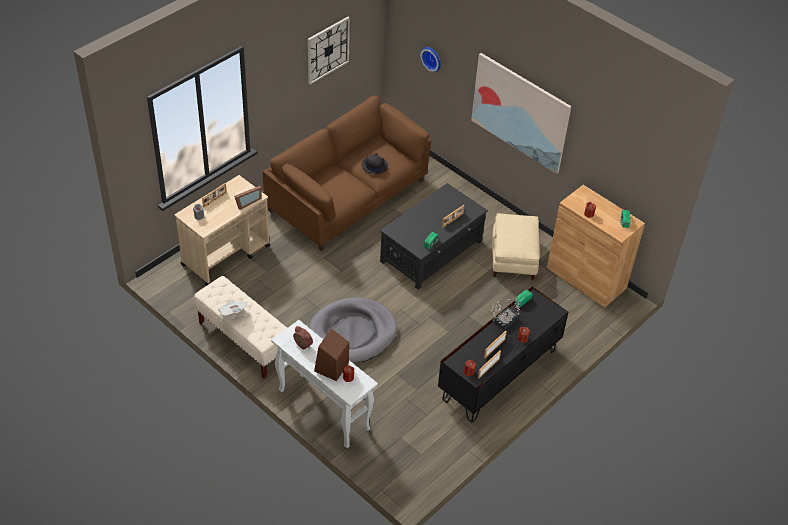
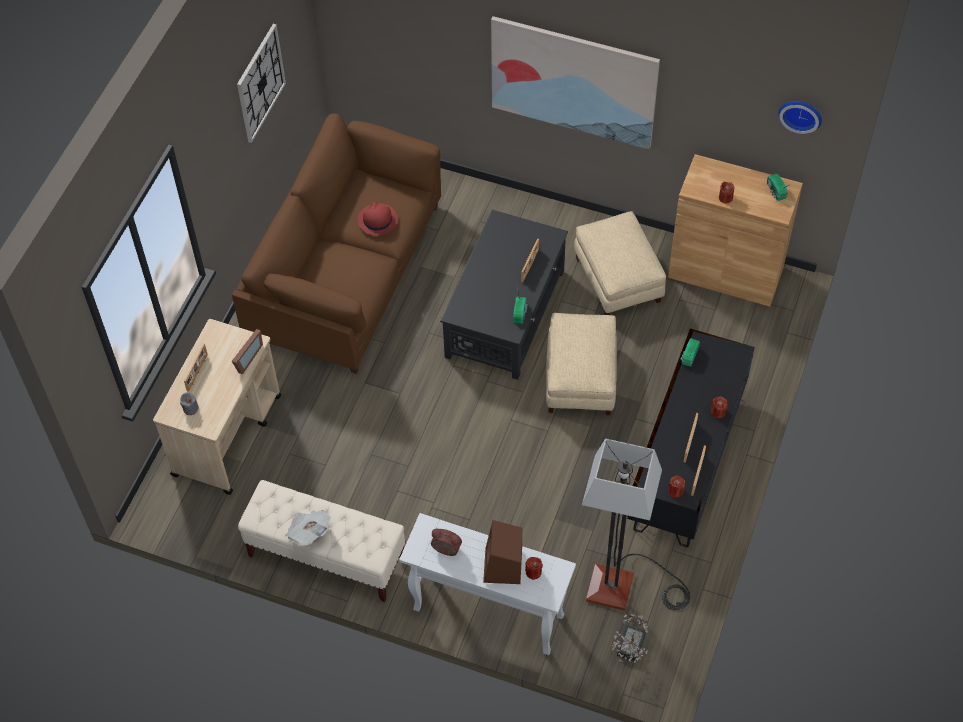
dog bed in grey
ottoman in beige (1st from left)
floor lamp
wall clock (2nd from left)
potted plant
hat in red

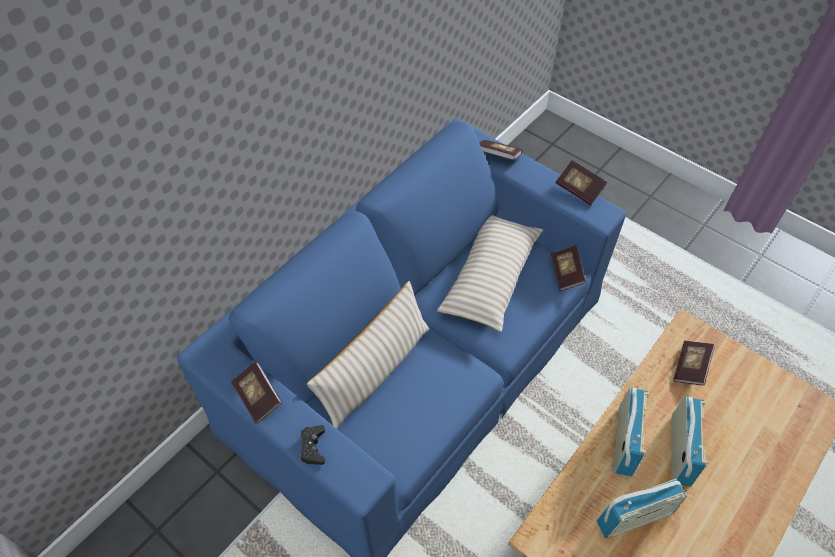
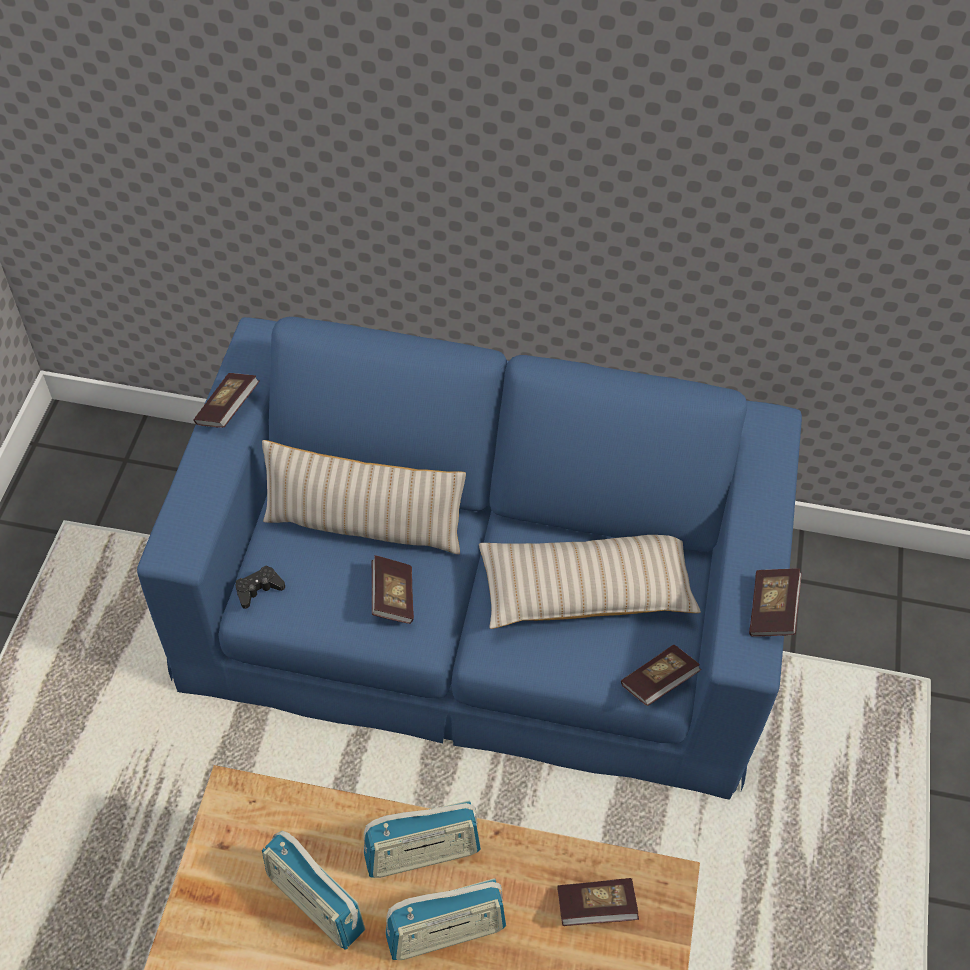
game controller in black
book (2nd from left)

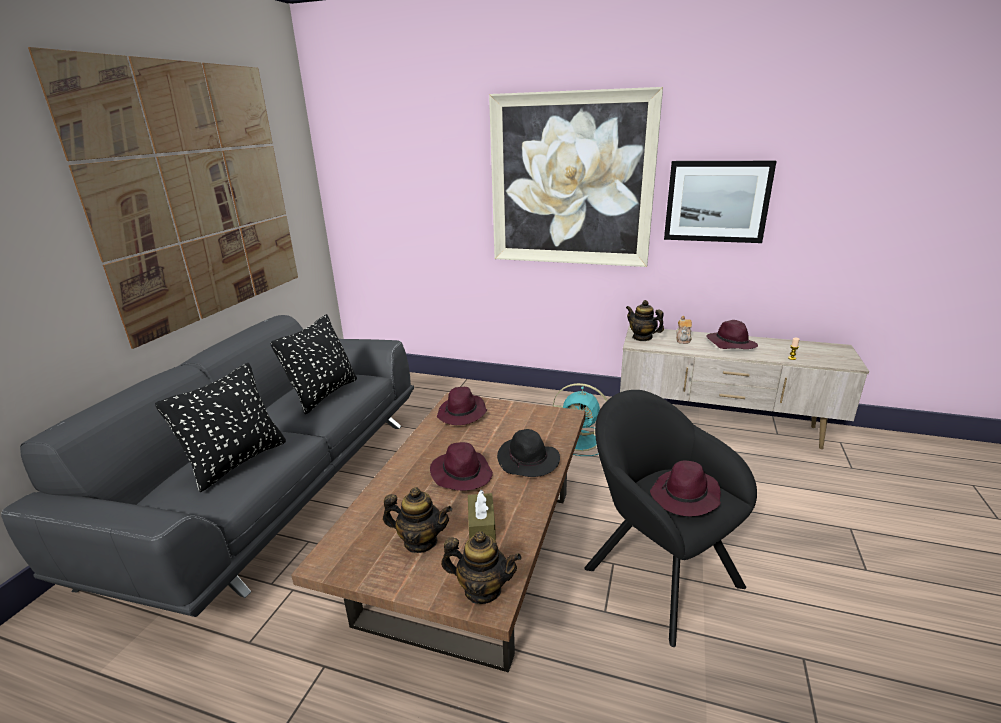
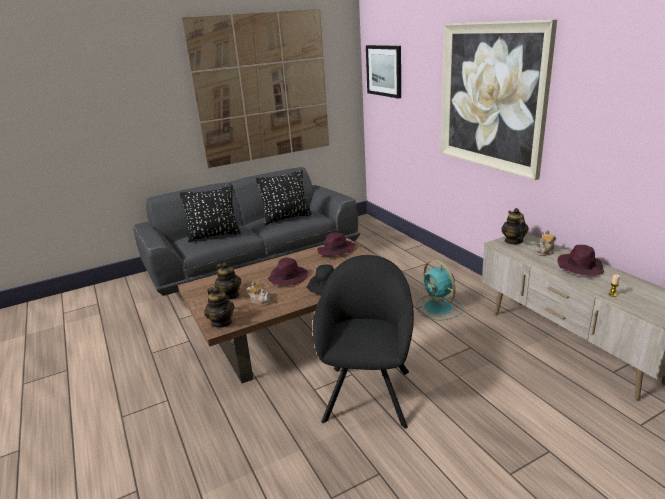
hat in purple (3rd from left in the first image)
picture (2nd from left)
teapot (3rd from left)

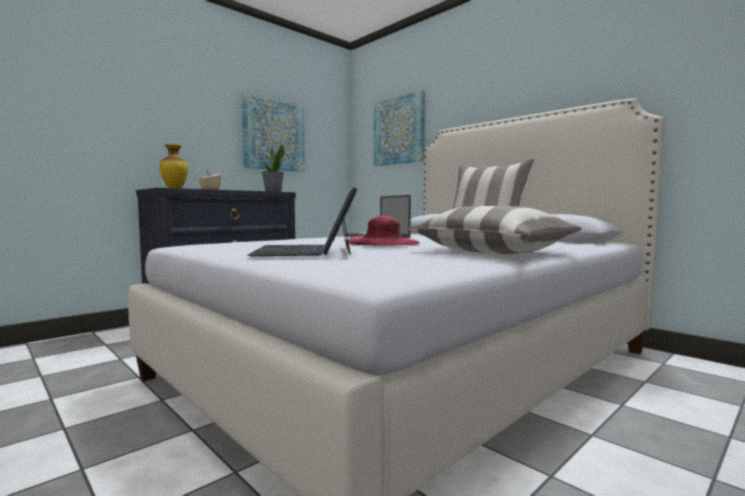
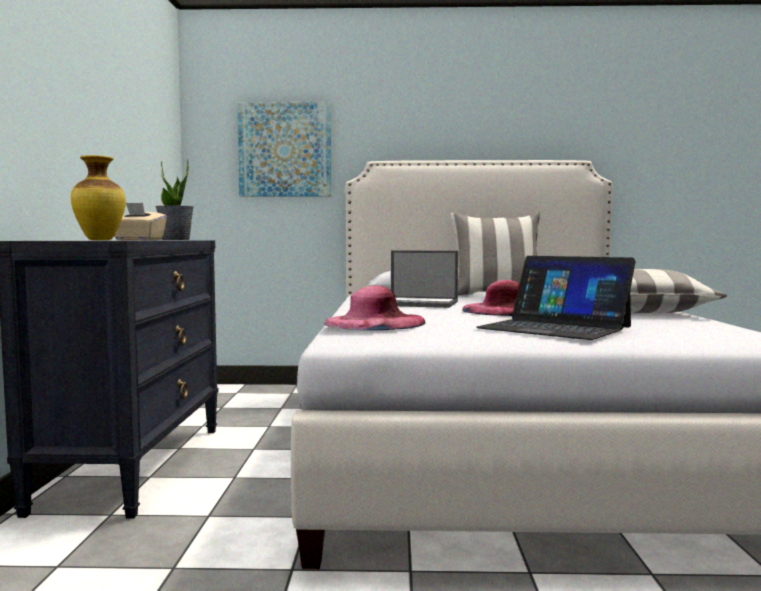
picture (1st from left in the first image)
hat in pink (1st from left)

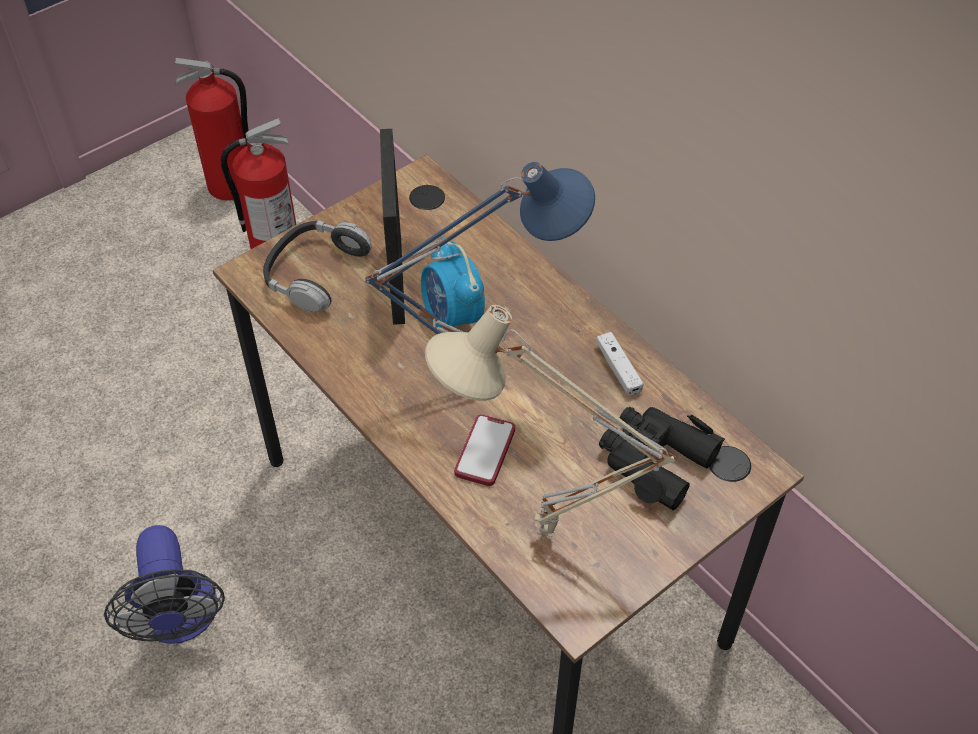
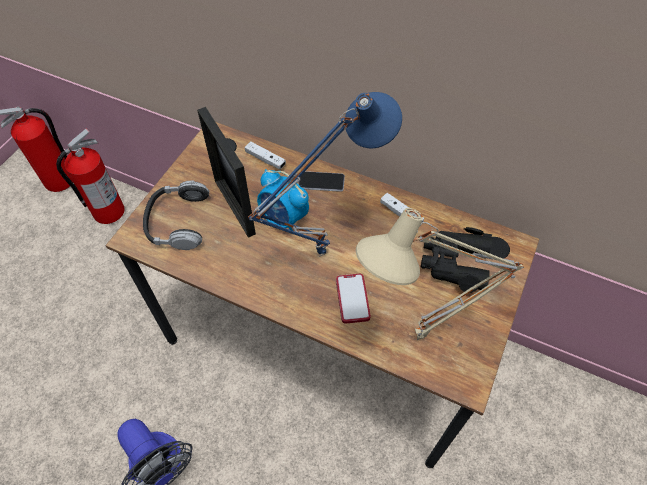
game controller in white (1st from left)
phone (1st from left)

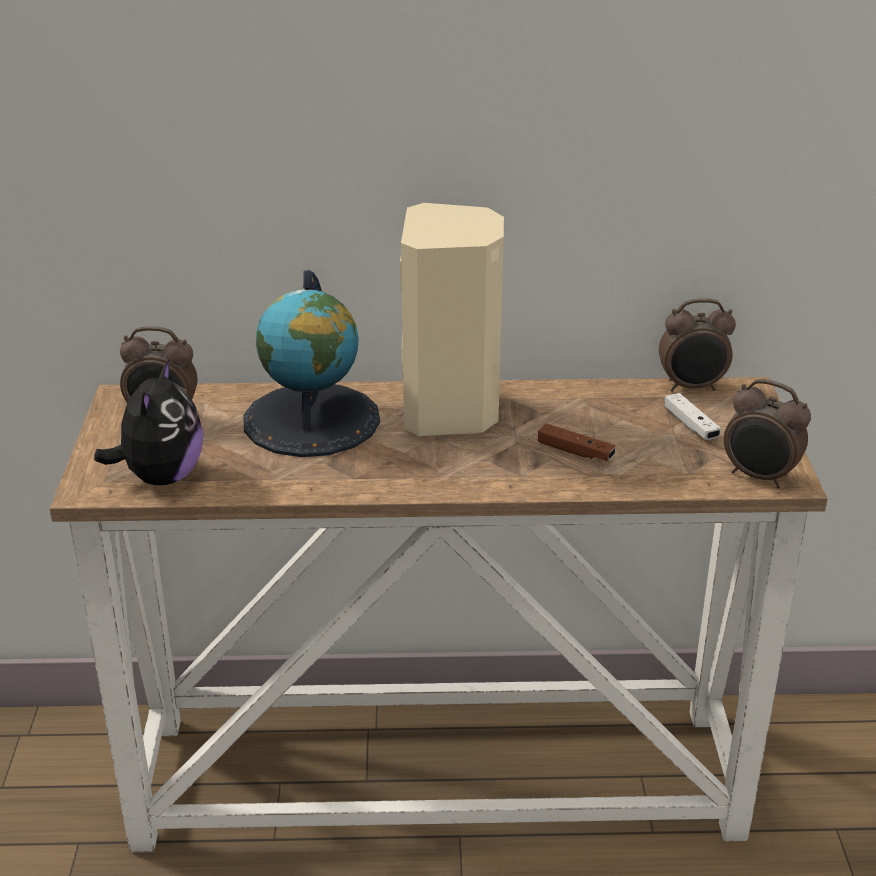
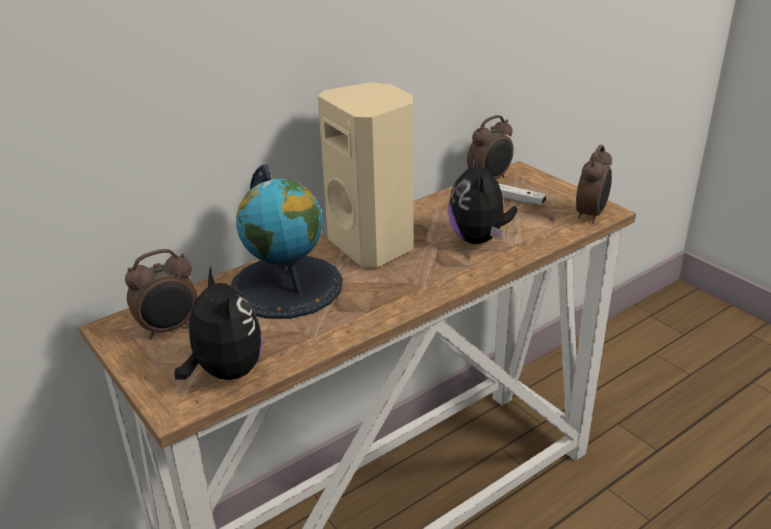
plush toy (2nd from left)
alarm clock (3rd from left)

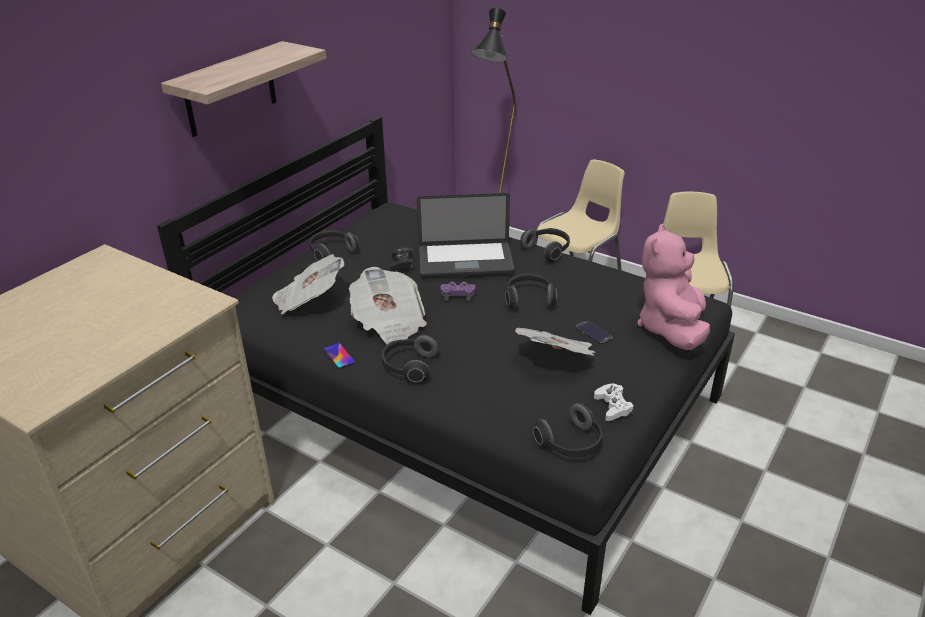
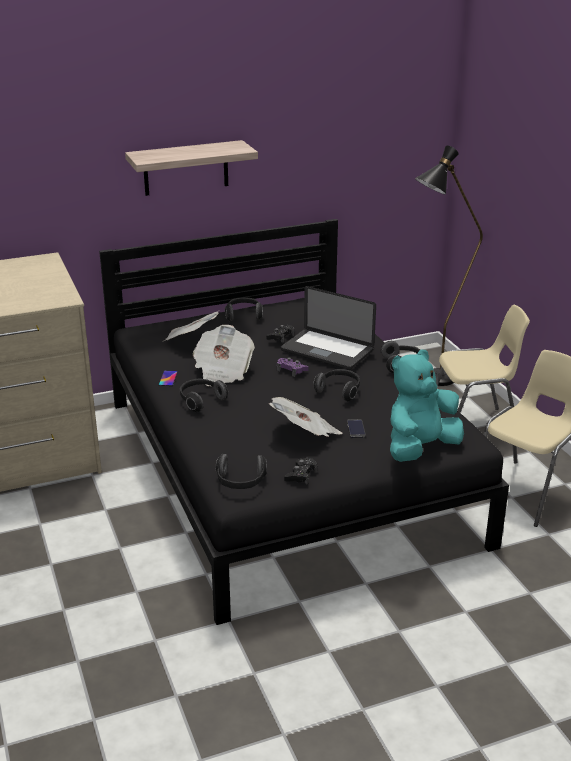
game controller in black (2nd from left)
plush toy in turquoise

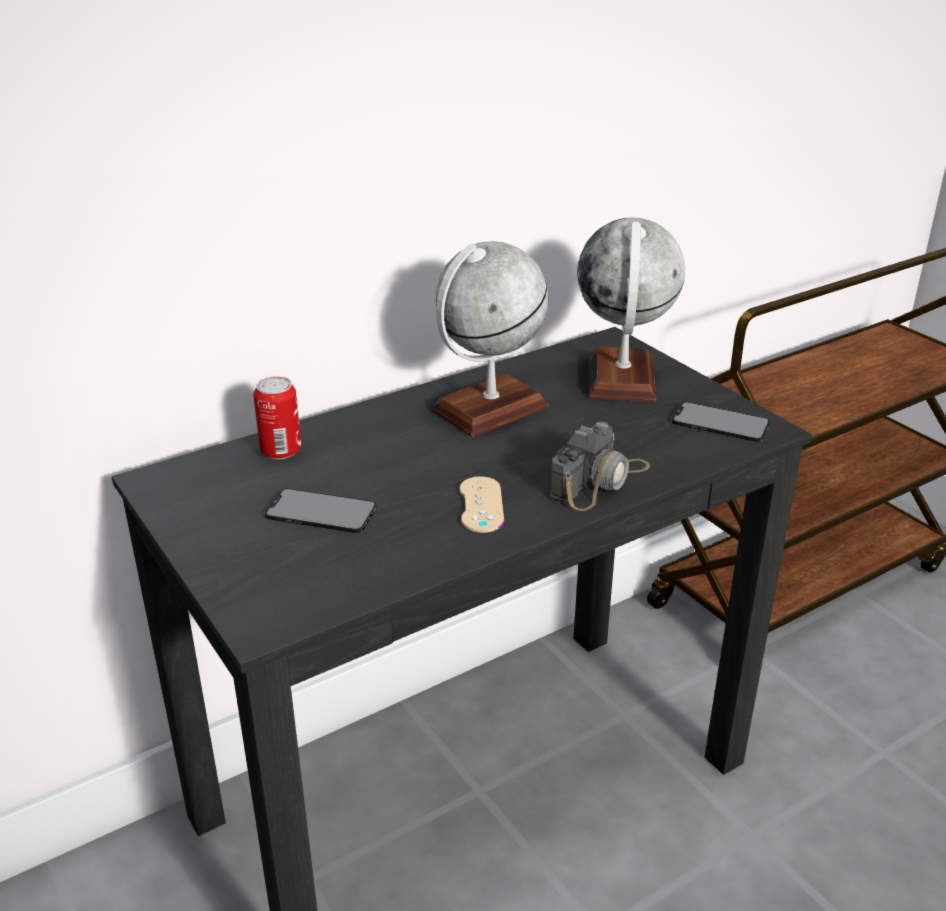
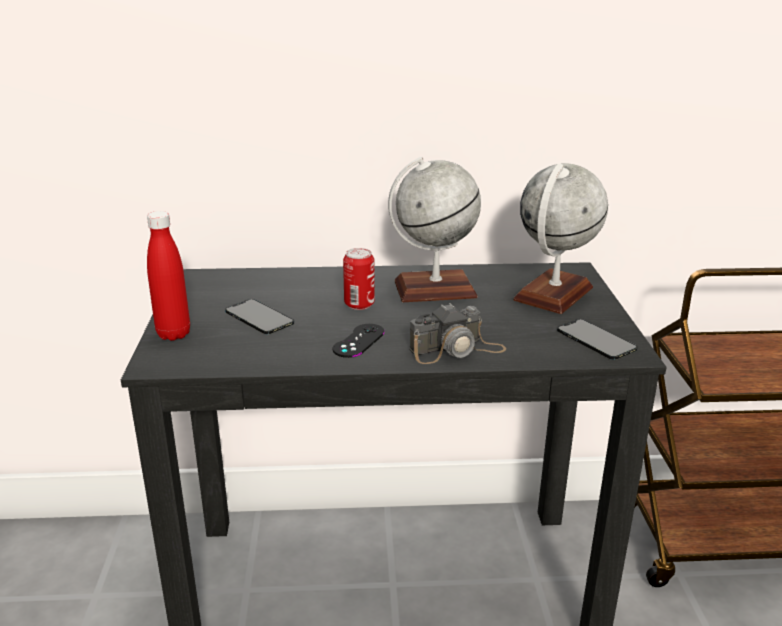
bottle in red
can
game controller in black

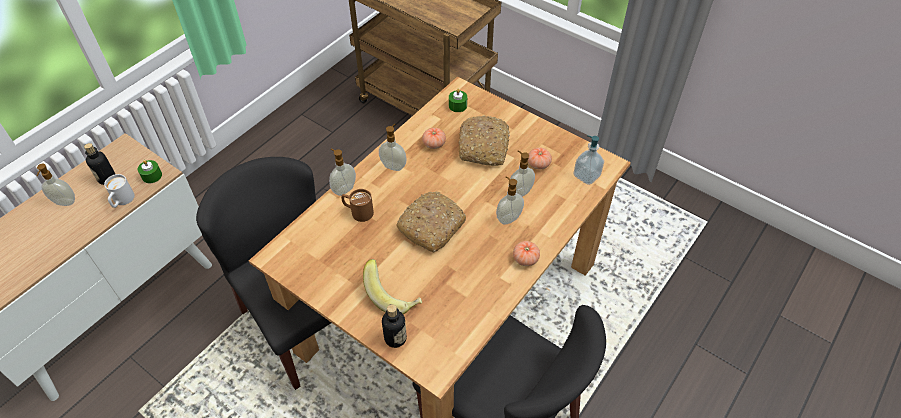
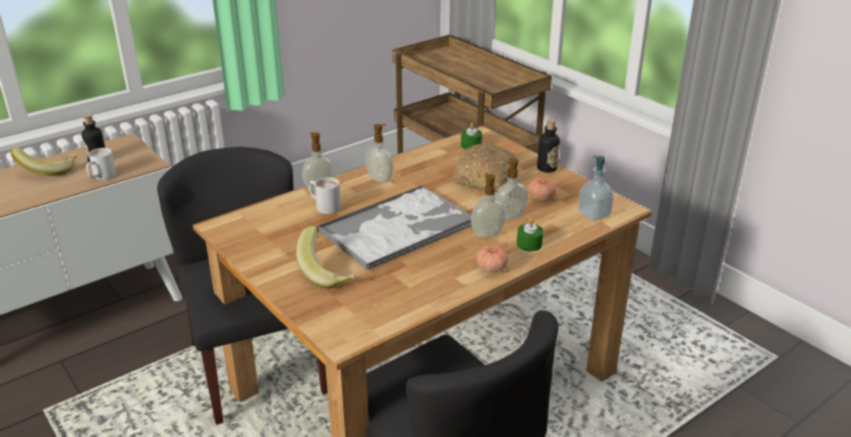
tomato (1st from left in the first image)
candle in green (2nd from left)
bottle (2nd from left)
banana (1st from left)
tray
mug in white (2nd from left)

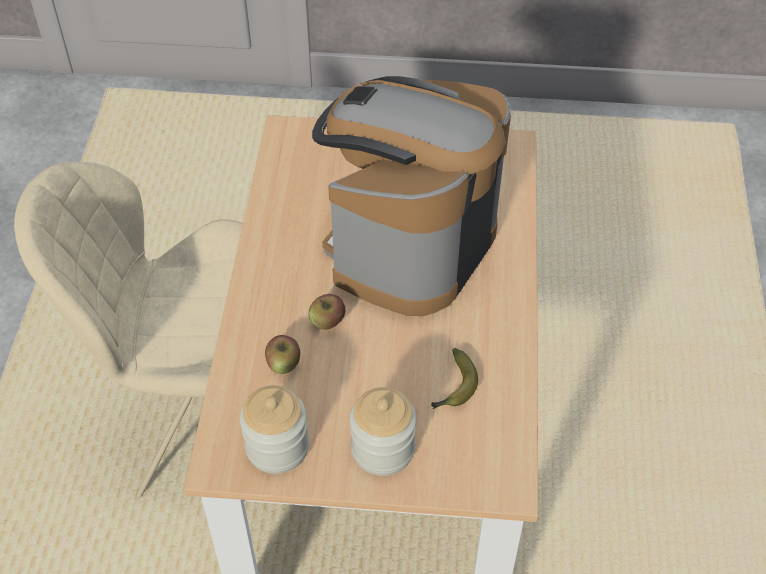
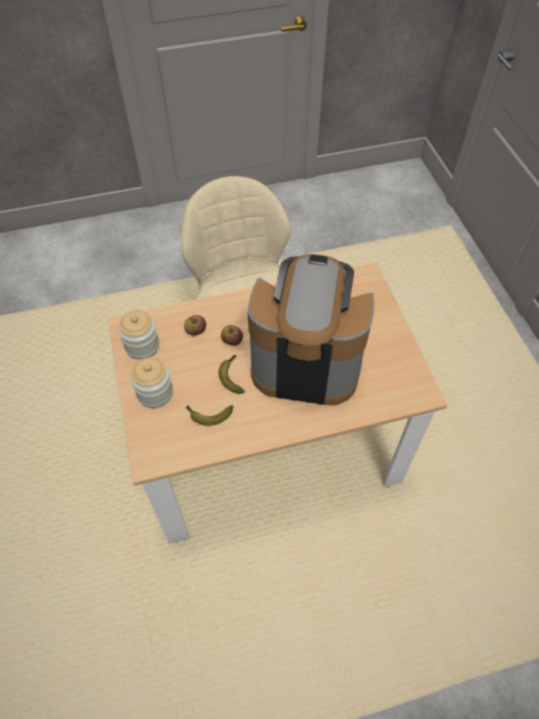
banana (2nd from left)

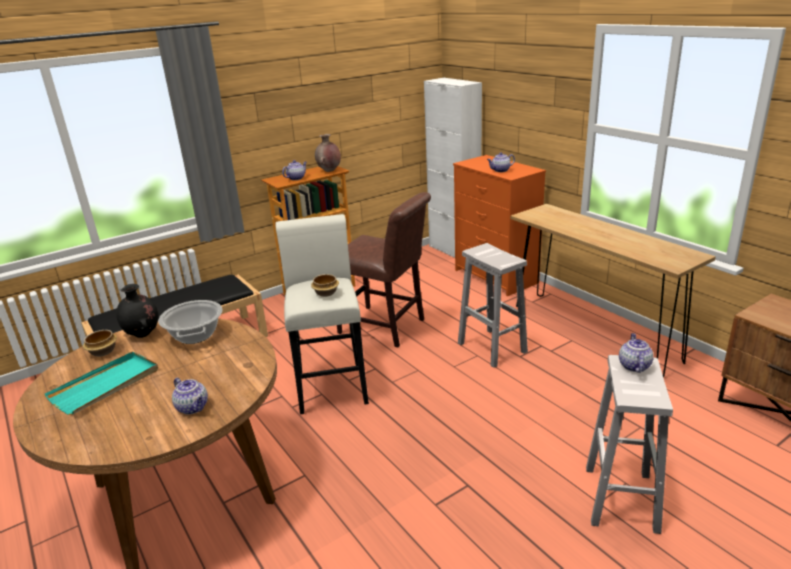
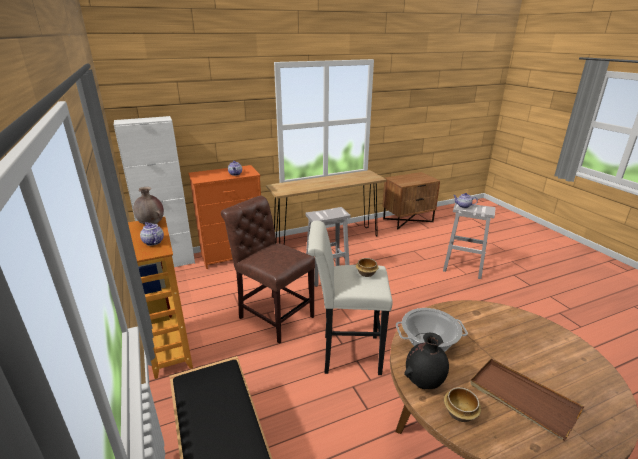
teapot (1st from left in the first image)
tray in brown
chair in brown

